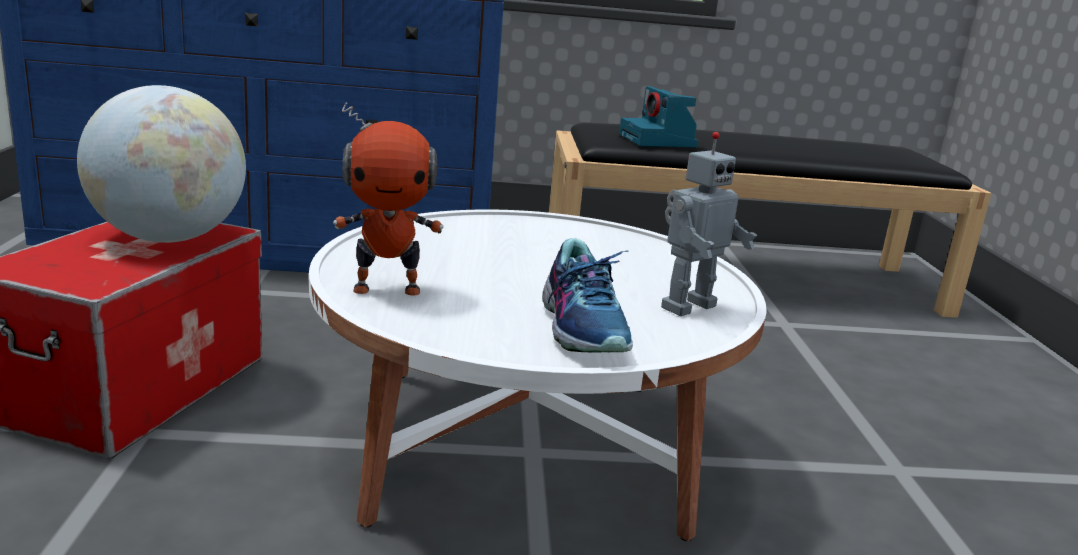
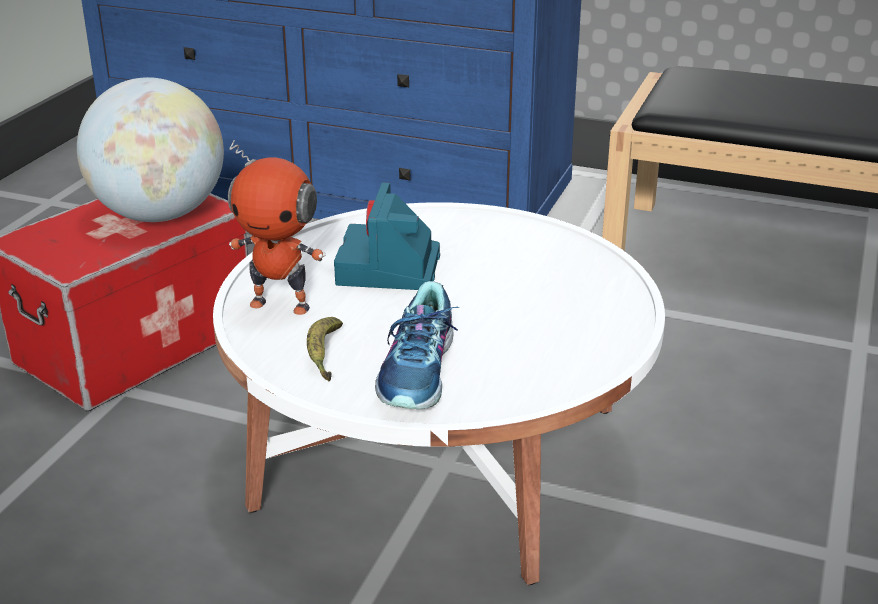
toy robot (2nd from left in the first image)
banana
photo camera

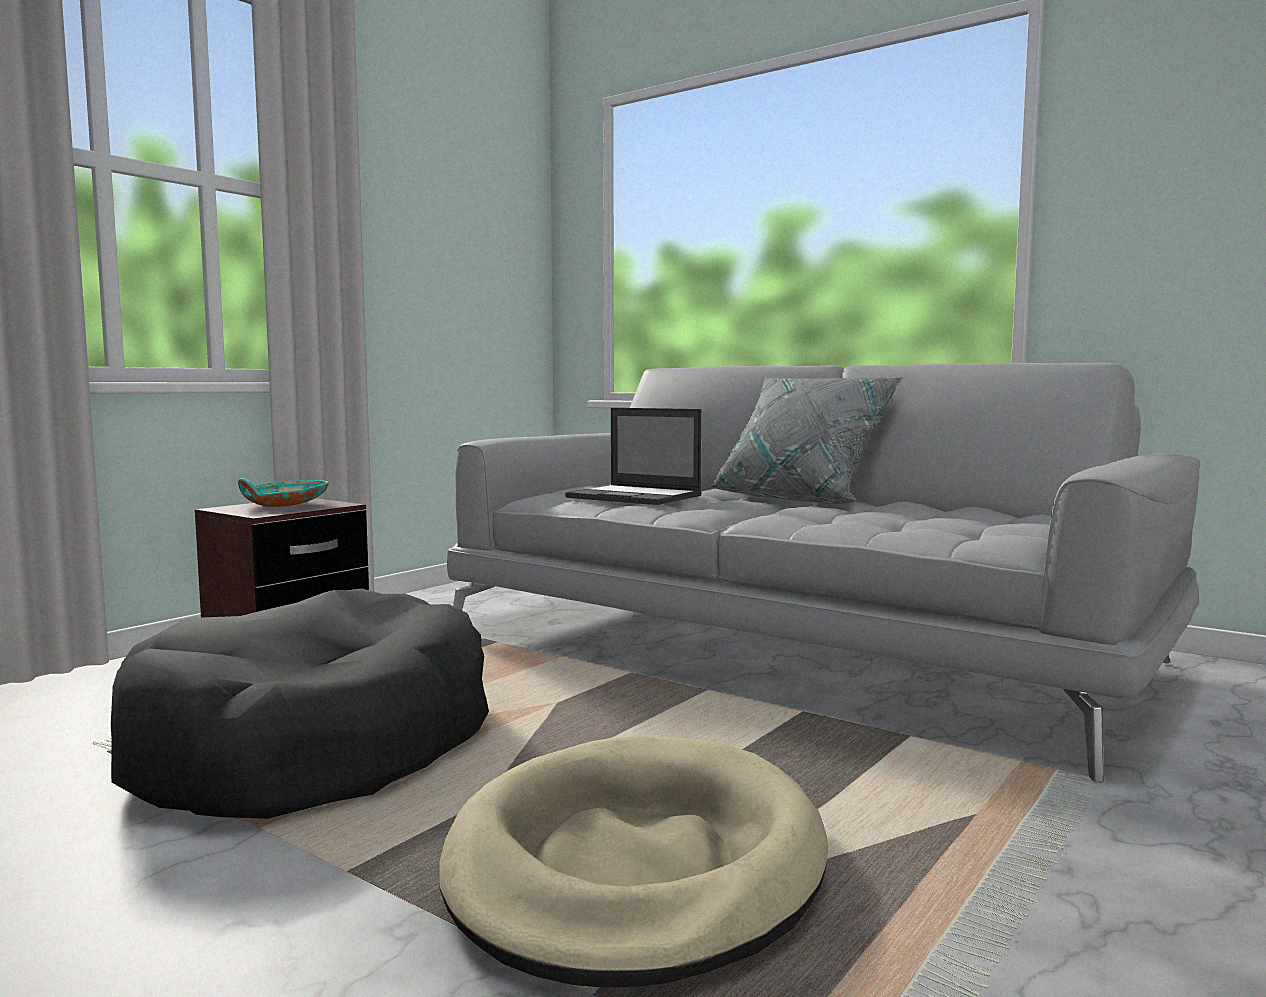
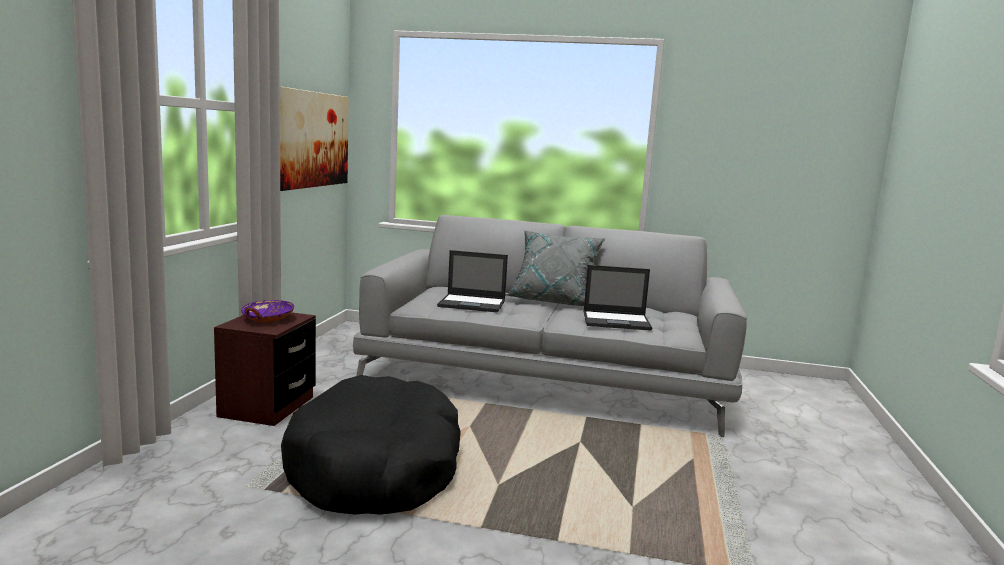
dog bed in beige
picture
laptop (2nd from left)
bowl in purple

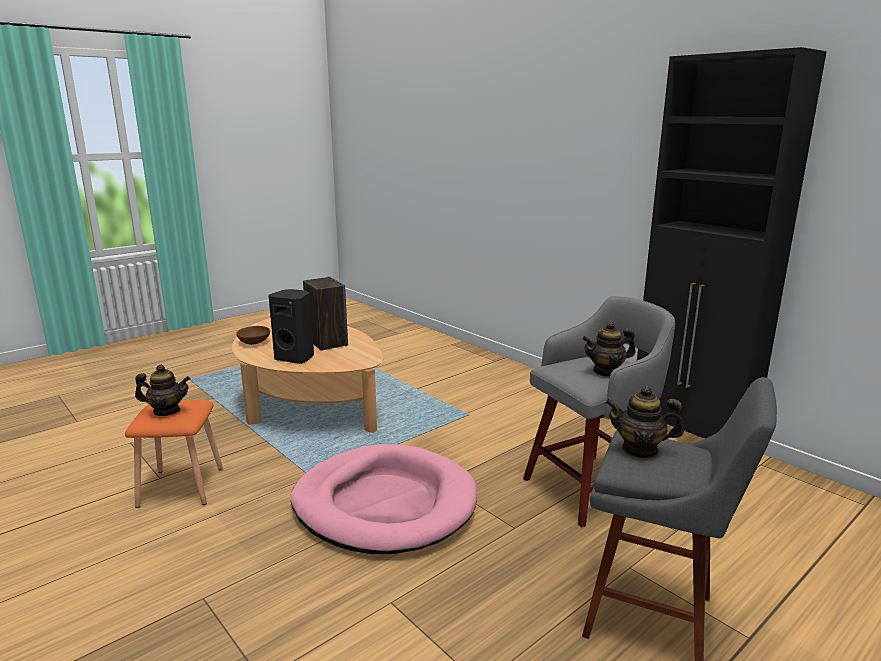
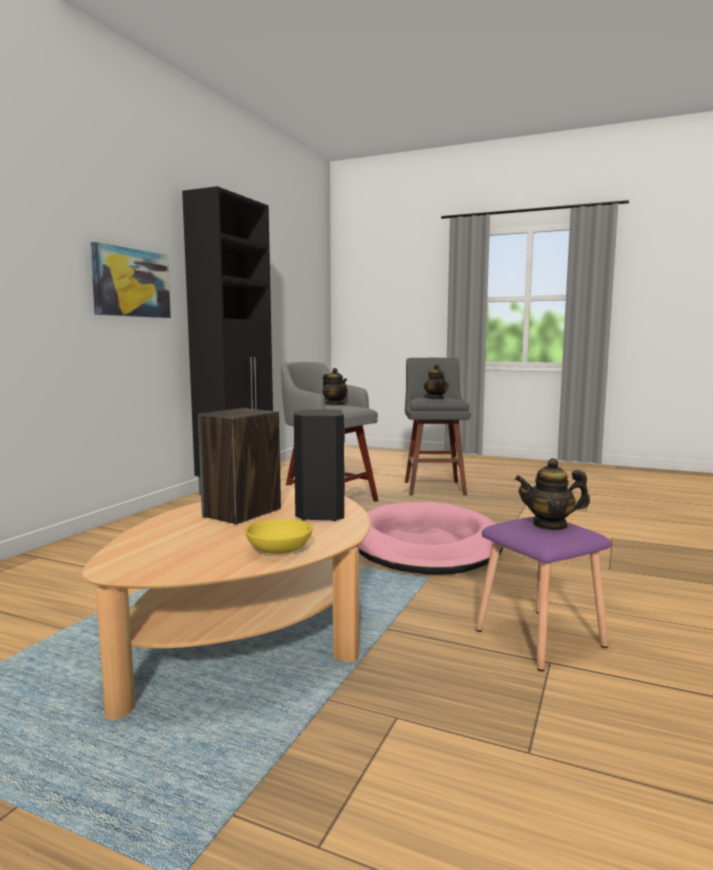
picture
stool in purple
bowl in yellow
teapot (3rd from left)

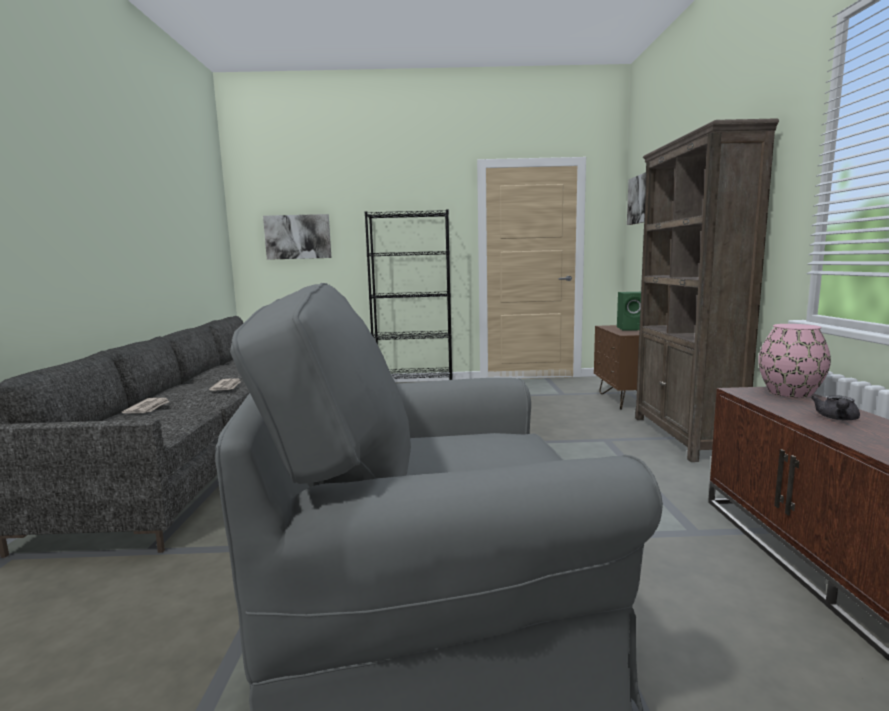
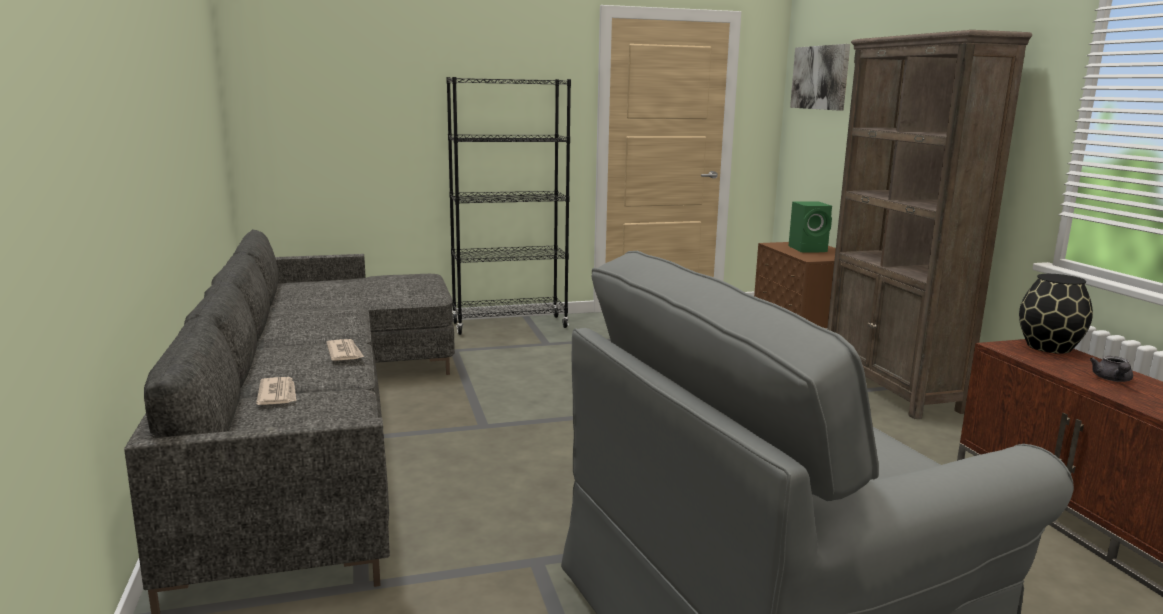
picture (1st from left in the first image)
vase in black

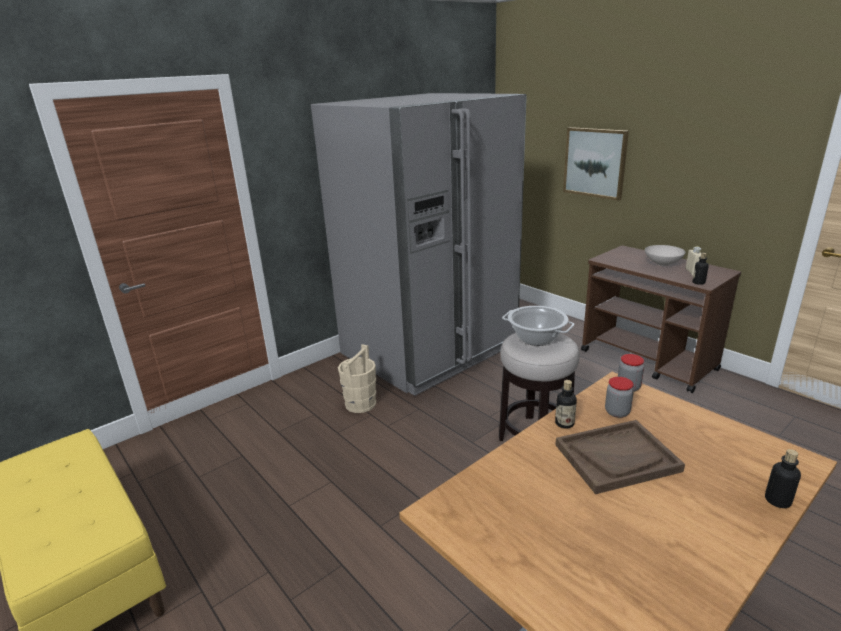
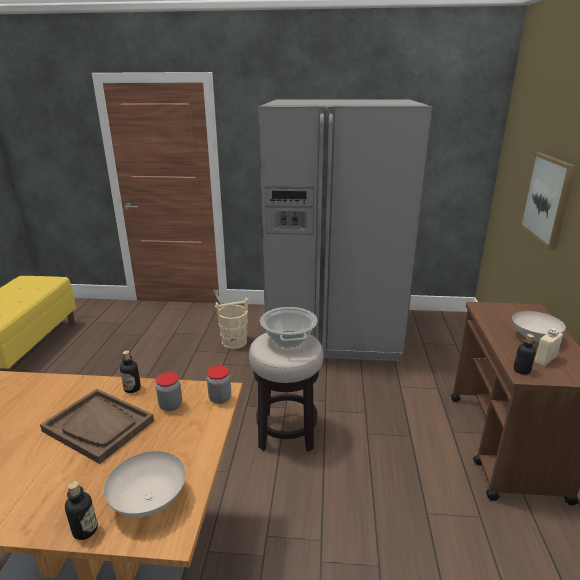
bowl in white (1st from left)

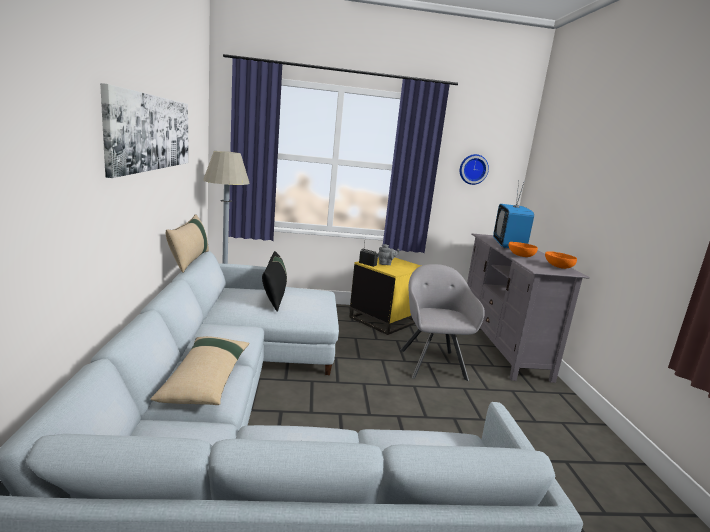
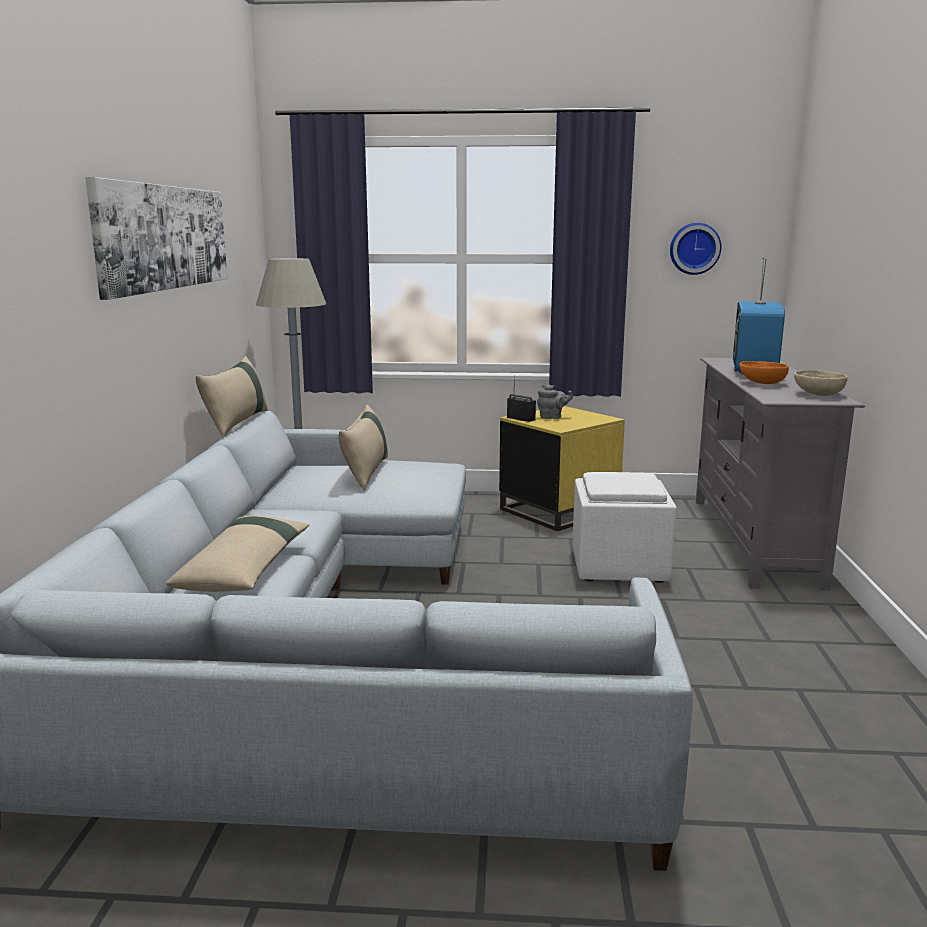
ottoman in white
pillow in beige (3rd from left)
bowl in beige

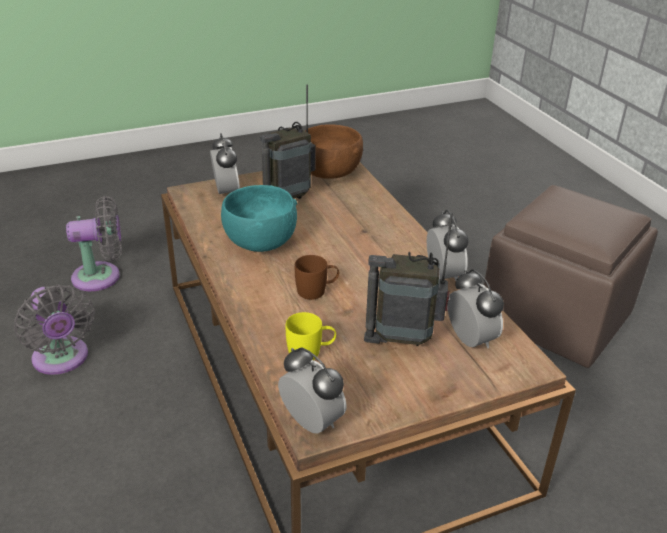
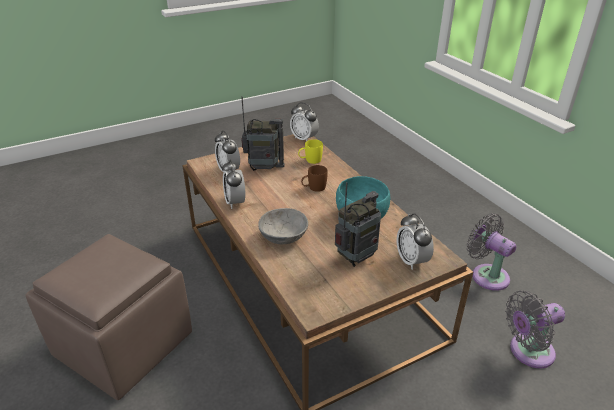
bowl in brown
bowl in grey

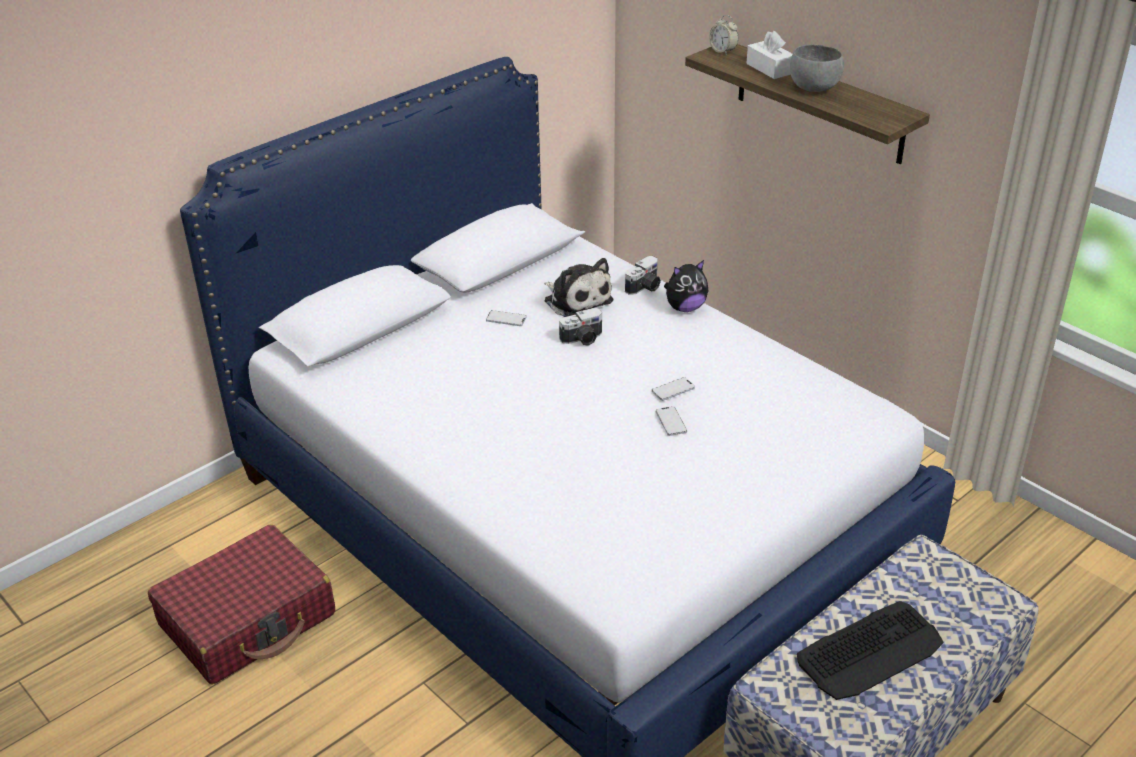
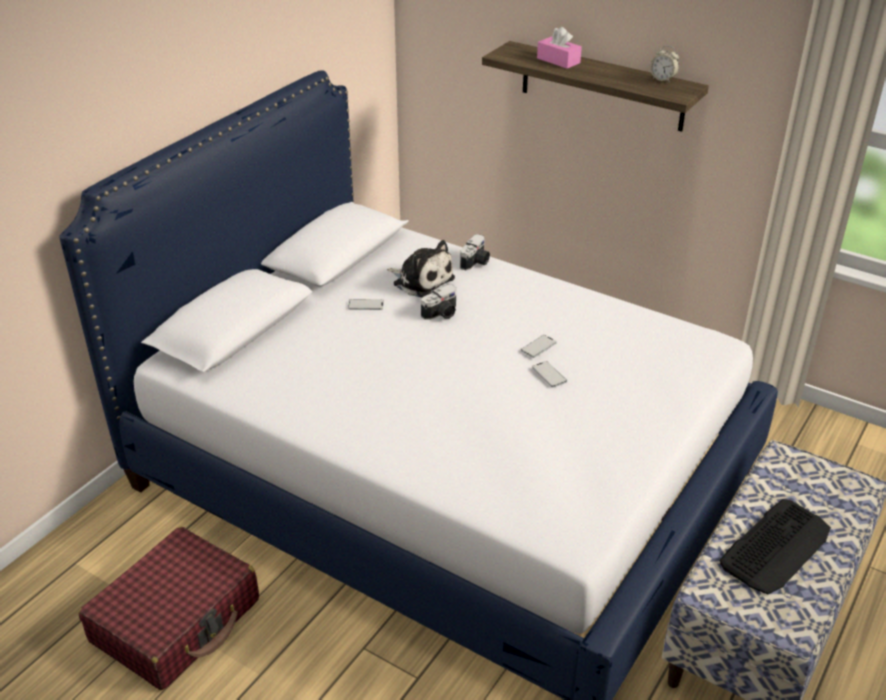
plush toy (2nd from left in the first image)
bowl in grey
alarm clock
tissue box in pink

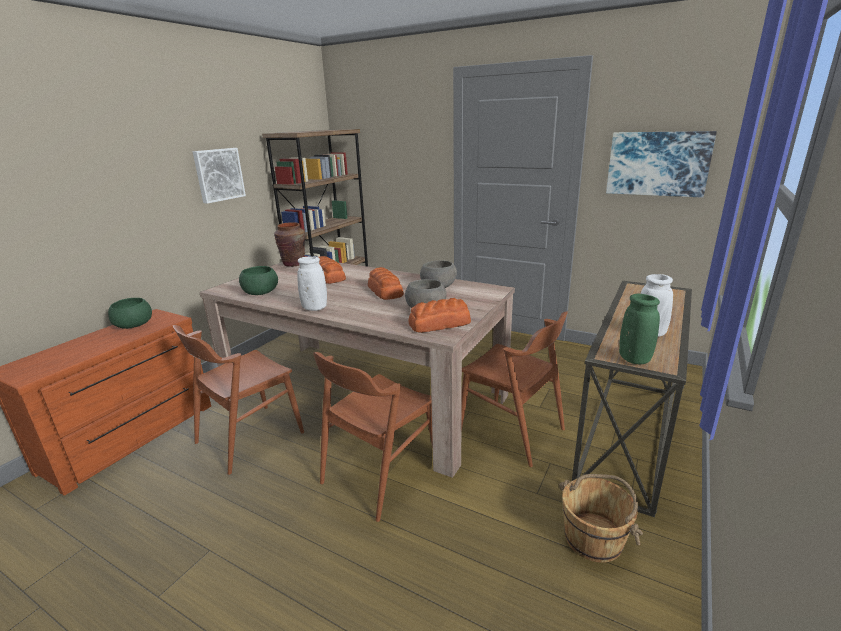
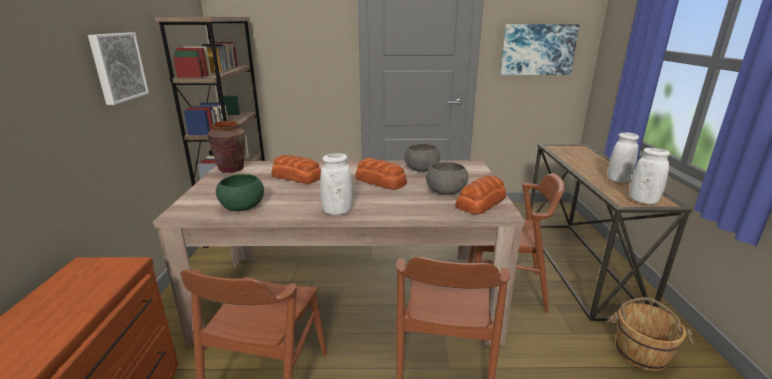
bowl in green (1st from left in the first image)
vase in white (3rd from left)

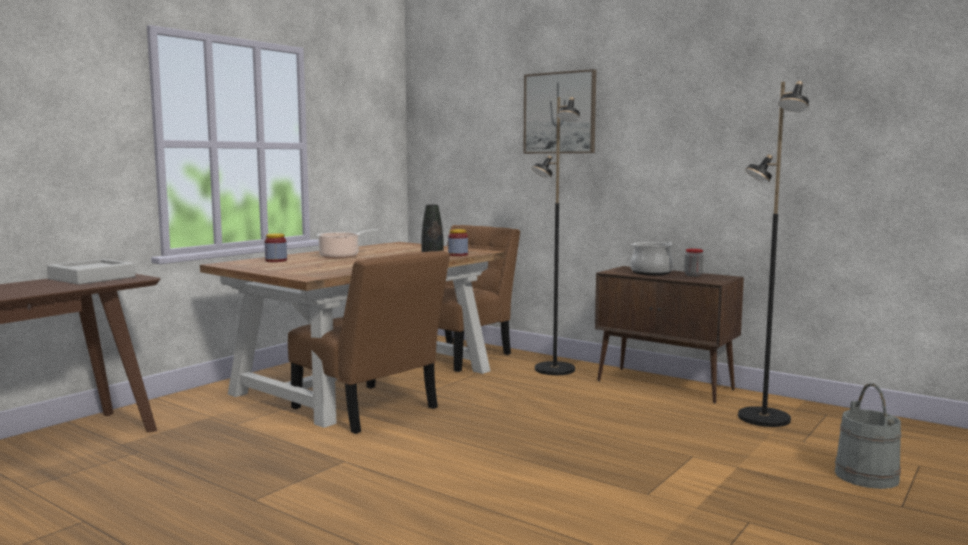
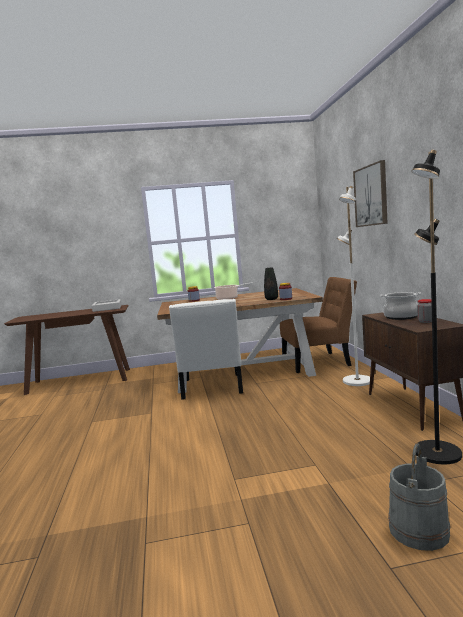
chair in white
floor lamp in white

